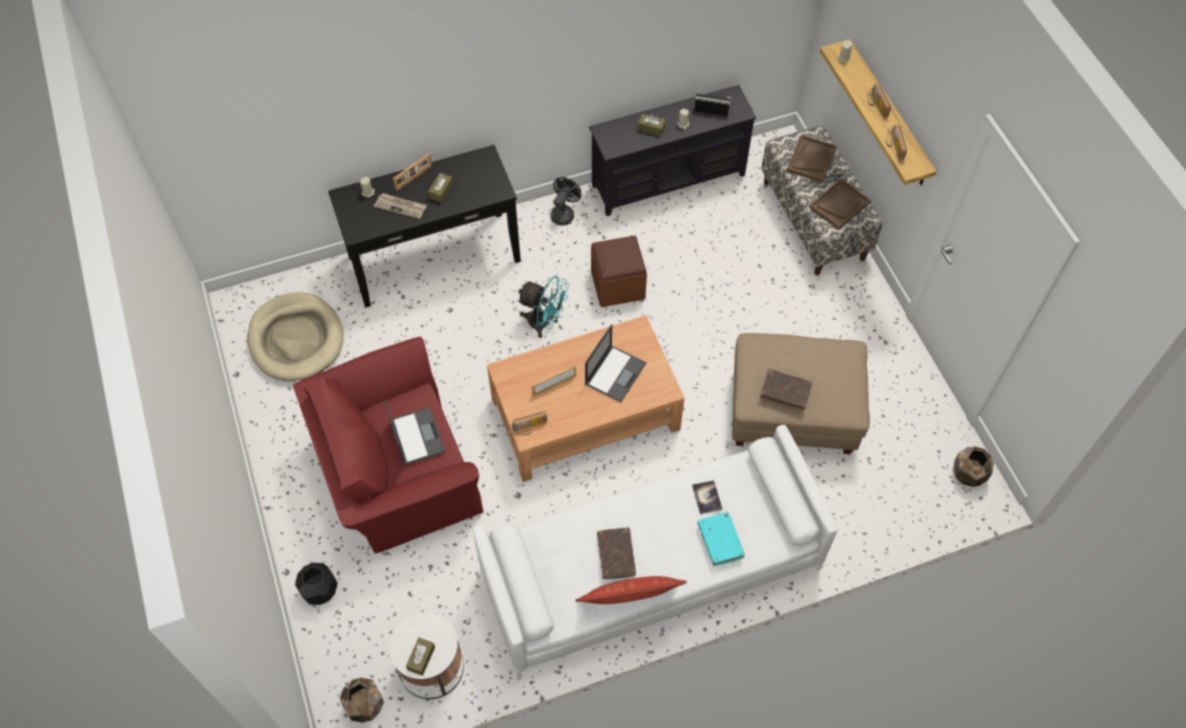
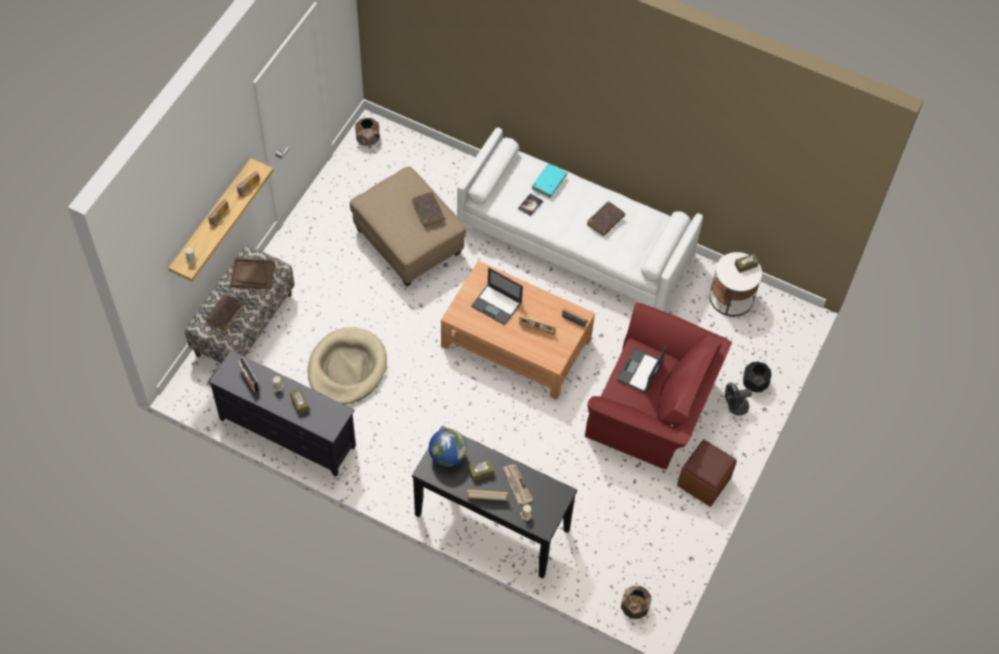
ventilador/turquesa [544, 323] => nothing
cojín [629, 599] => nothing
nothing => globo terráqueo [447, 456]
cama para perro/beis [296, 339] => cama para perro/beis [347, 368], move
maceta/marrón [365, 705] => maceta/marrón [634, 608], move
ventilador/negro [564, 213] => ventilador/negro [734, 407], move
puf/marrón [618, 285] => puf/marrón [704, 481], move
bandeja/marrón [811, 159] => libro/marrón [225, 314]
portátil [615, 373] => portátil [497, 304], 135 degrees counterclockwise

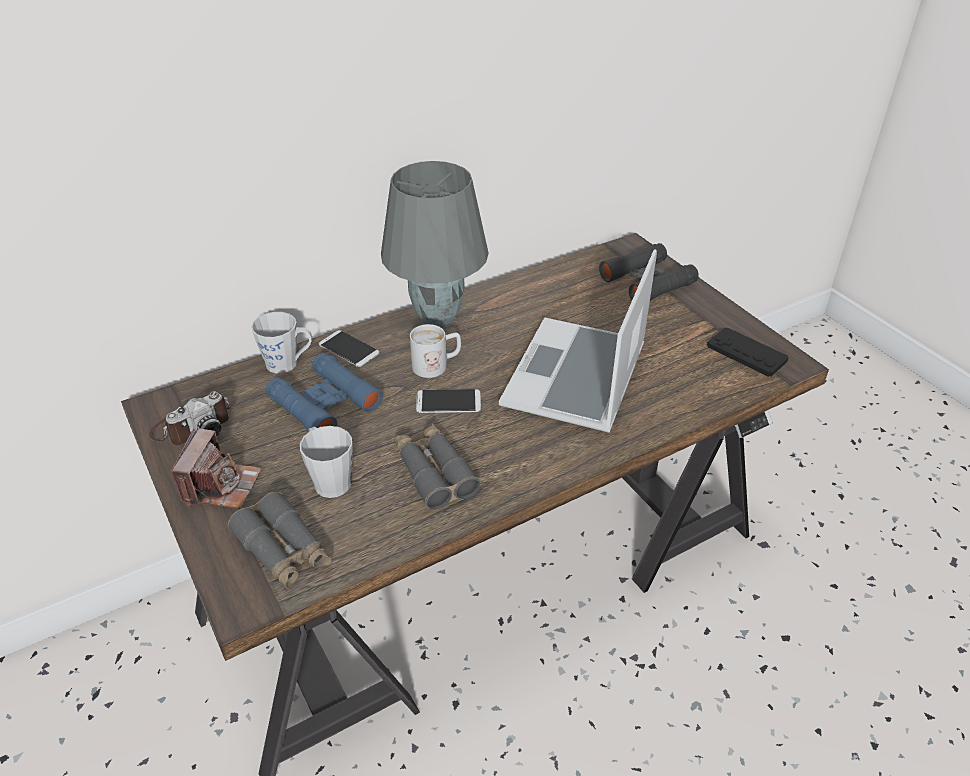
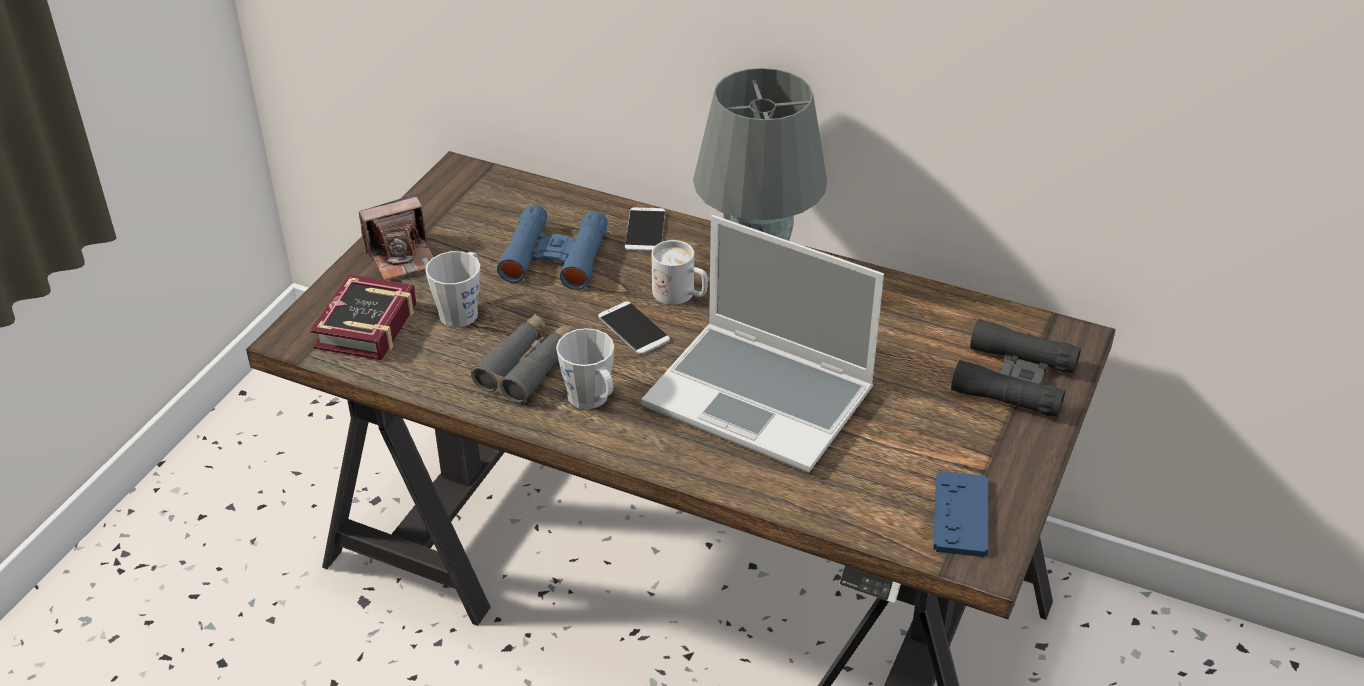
cámara [192, 426] => nothing
taza grande/gris [288, 363] => taza grande/gris [592, 400], move
prismáticos/gris [283, 550] => libro [361, 328]
mando de consola/negro [746, 353] => mando de consola/azul [960, 515]
portátil [576, 379] => portátil [762, 398], 135 degrees counterclockwise

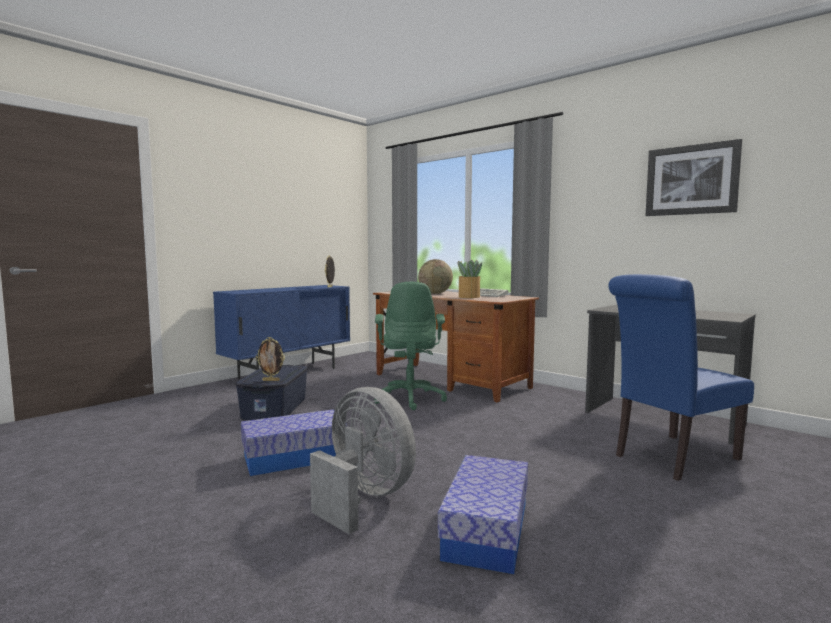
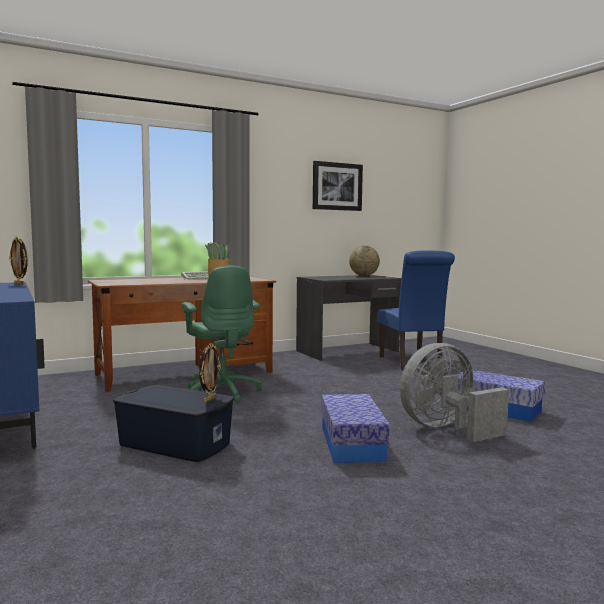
globo terráqueo [435, 293] => globo terráqueo [364, 276], move
silla de oficina/verde [410, 398] => silla de oficina/verde [222, 392], 45 degrees clockwise

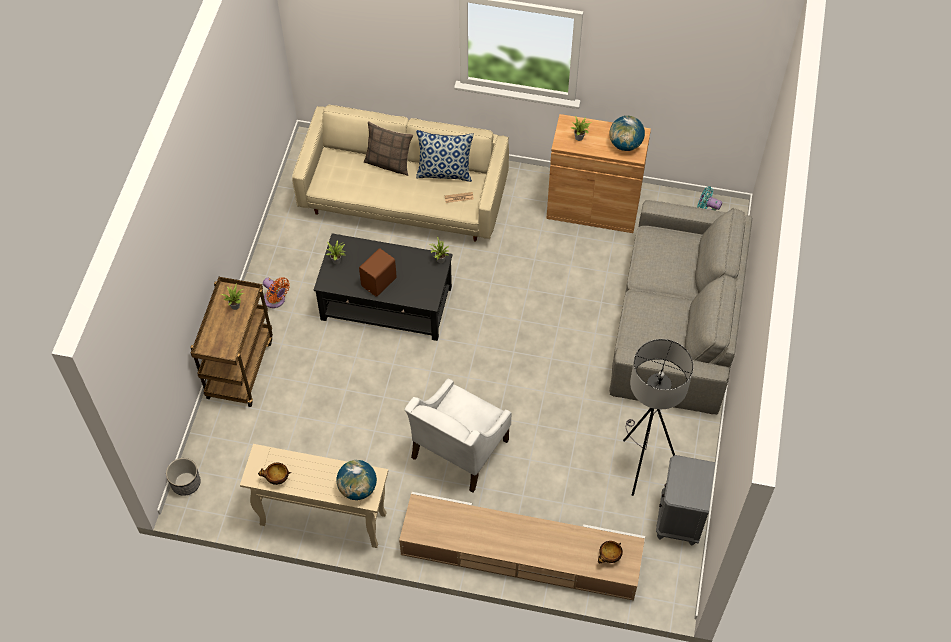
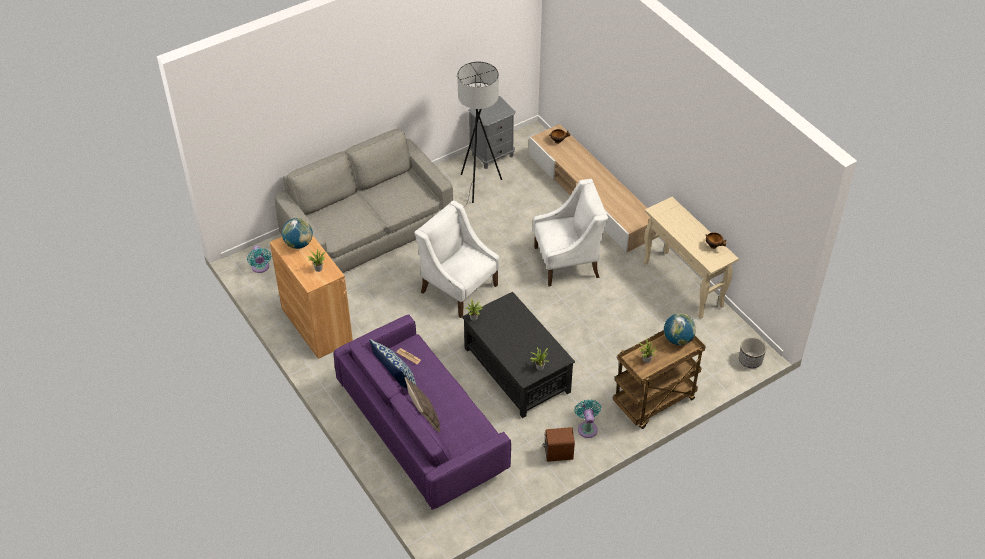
nothing => sillón/blanco [458, 288]
globo terráqueo [358, 488] => globo terráqueo [678, 339], move
altavoz/marrón [380, 282] => altavoz/marrón [558, 453], move
ventilador/naranja [276, 300] => ventilador/turquesa [587, 427]
sofá/beis [404, 197] => sofá/morado [422, 430]

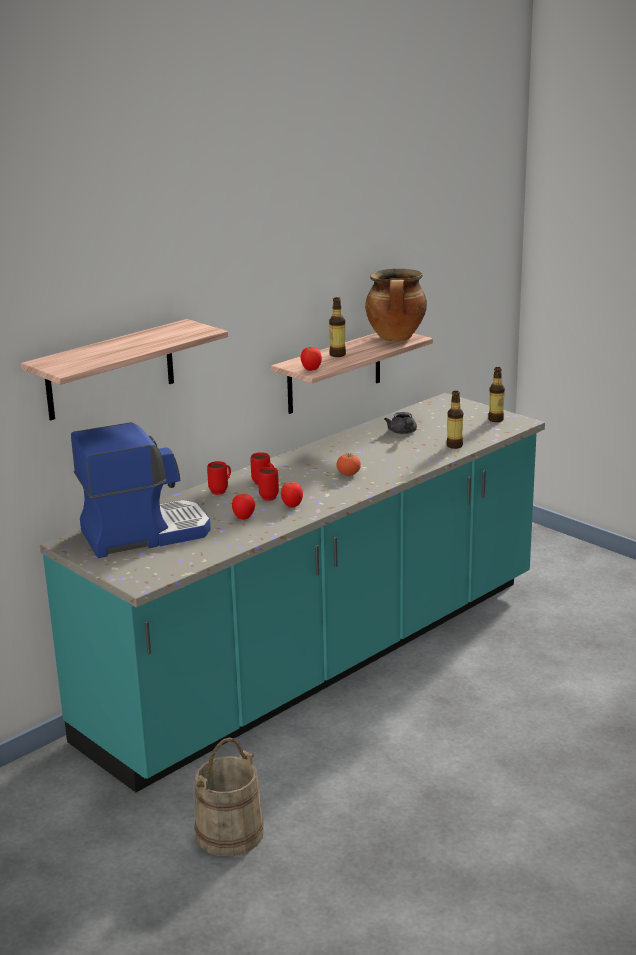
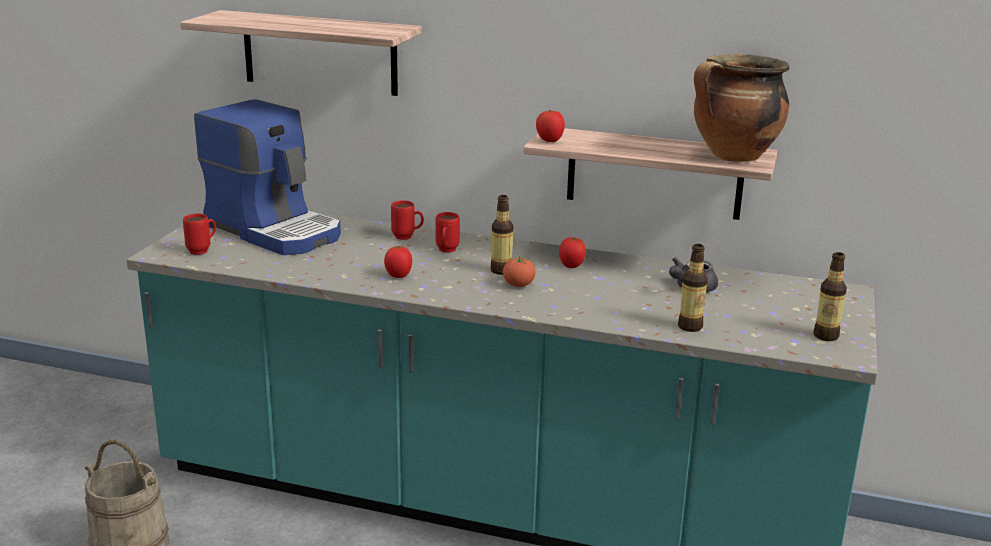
tomate [243, 518] => tomate [571, 266], move
taza grande/rojo [267, 496] => taza grande/rojo [203, 250], move
botella [337, 355] => botella [501, 270], move

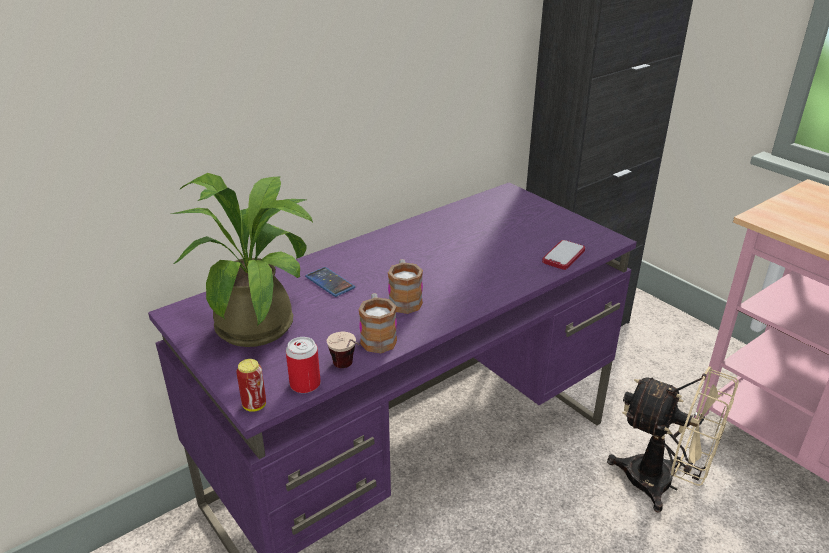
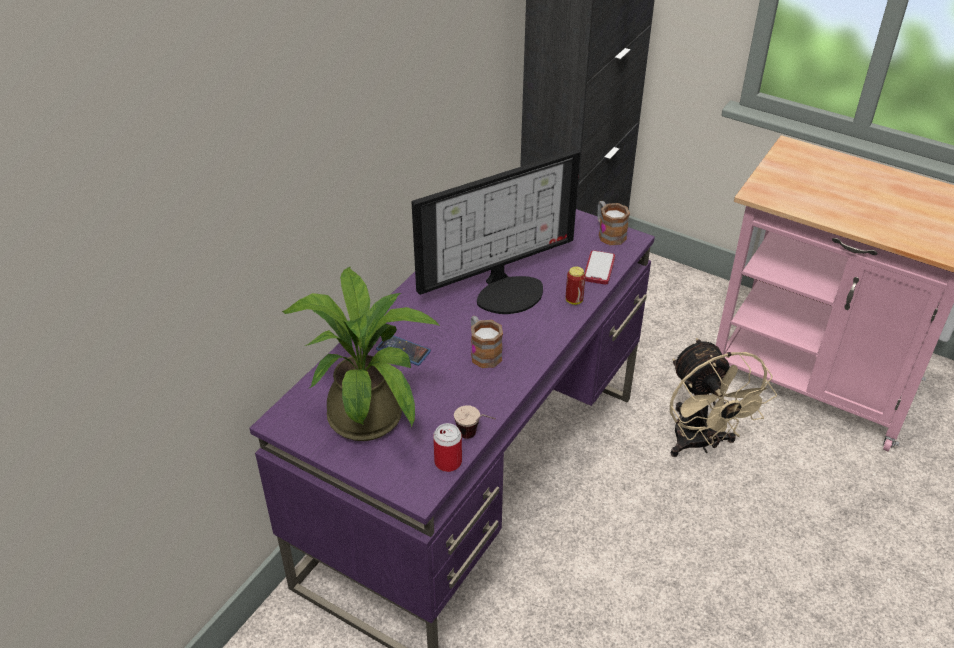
nothing => monitor [507, 290]
lata [254, 405] => lata [574, 300], move
taza grande [377, 337] => taza grande [608, 233], move
ventilador/beis [662, 484] => ventilador/beis [700, 443], 60 degrees clockwise

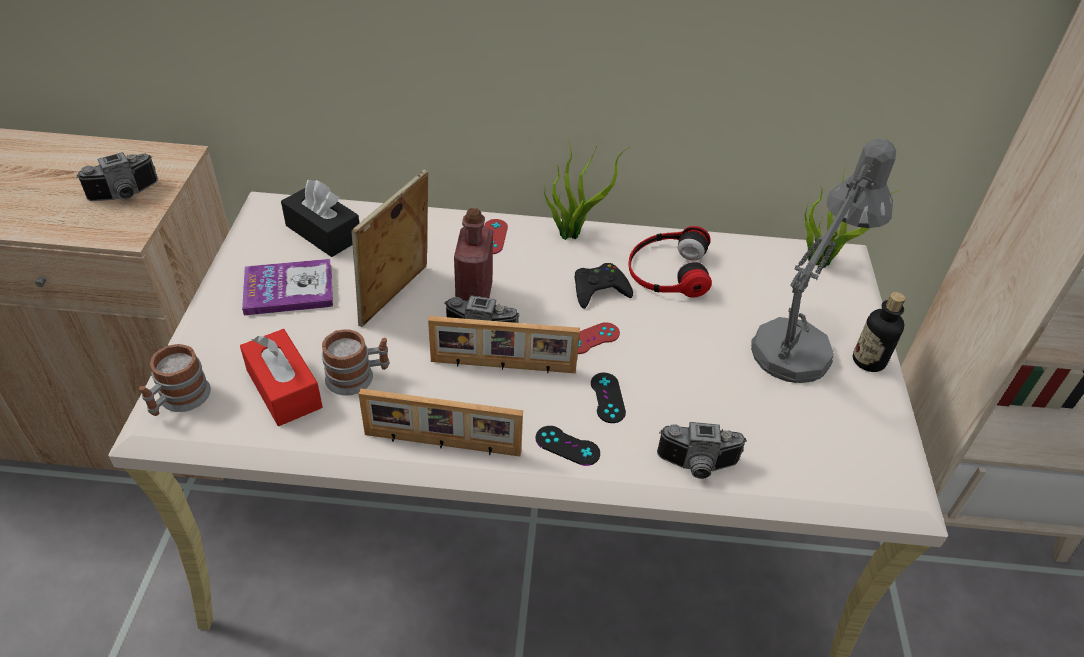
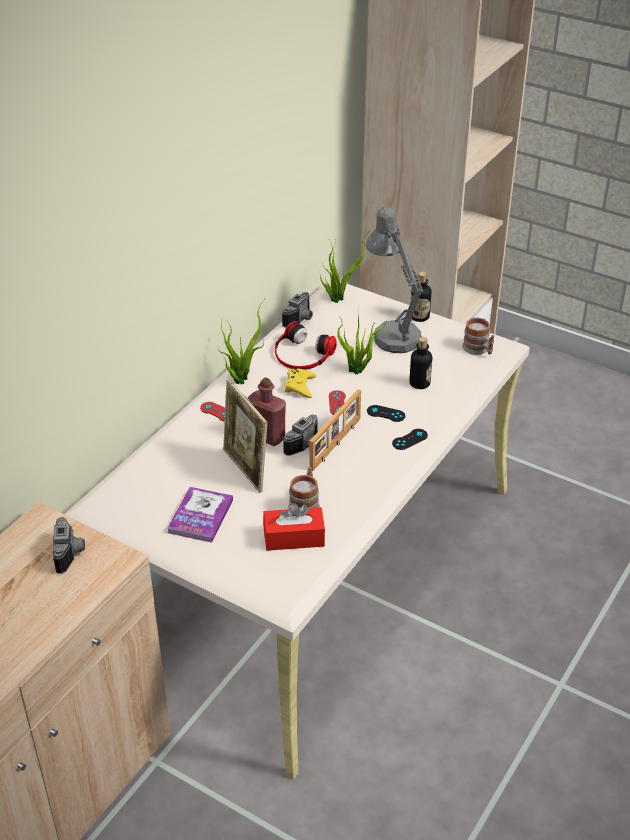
caja de pañuelos/negro [323, 232] => nothing
portarretratos [442, 445] => nothing
nothing => planta en maceta [358, 370]
nothing => botella [419, 383]
taza grande [179, 400] => taza grande [478, 349], move
cámara [697, 467] => cámara [301, 319], move
mando de consola/negro [599, 290] => mando de consola/amarillo [300, 386]

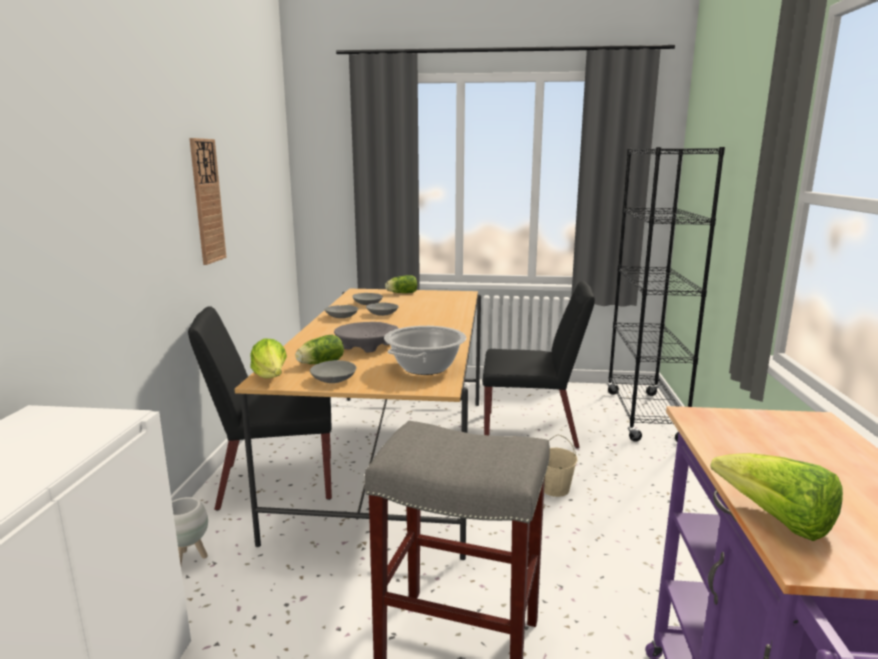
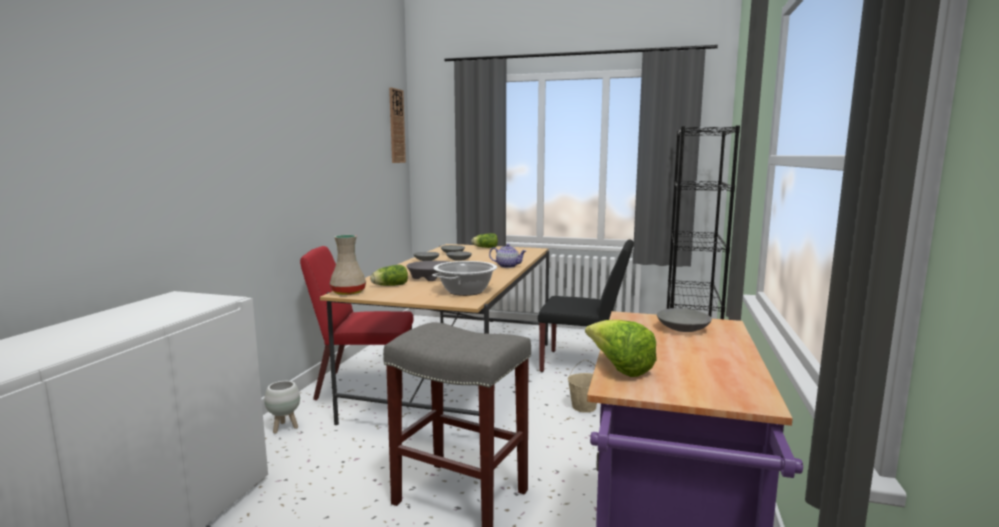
nothing => tetera [508, 266]
reloj de pared [207, 201] => reloj de pared [396, 126], move
cuenco/gris [333, 380] => cuenco/gris [683, 329], move
lechuga [271, 378] => florero/beis [349, 292]
silla/negro [275, 482] => silla/rojo [364, 385]

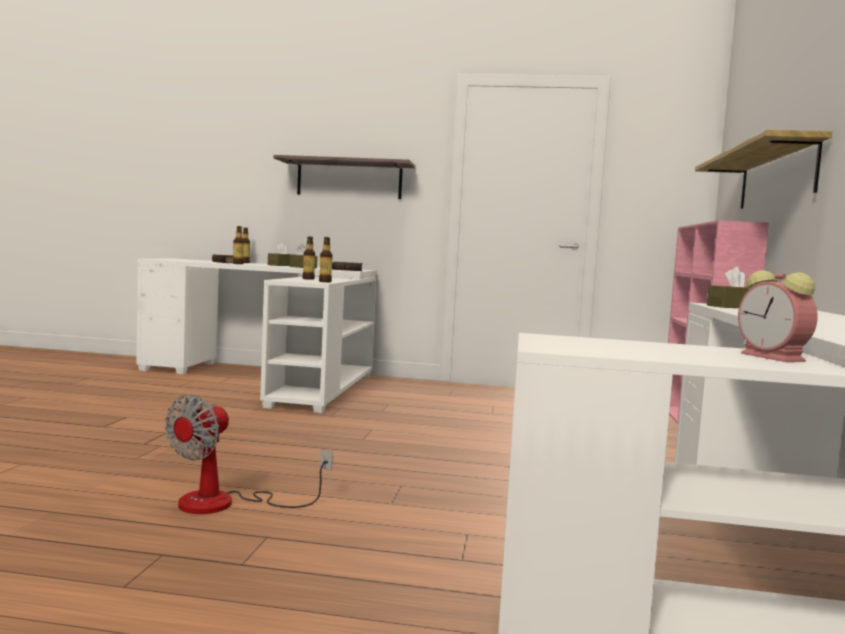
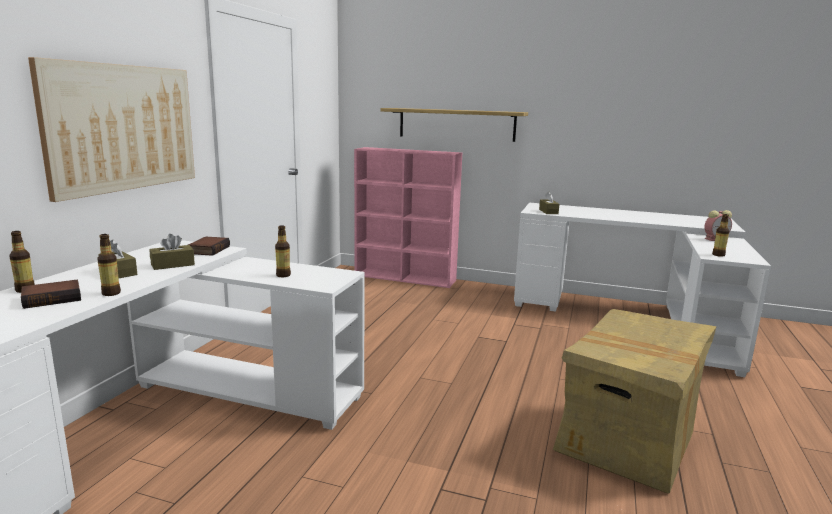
botella [325, 282] => botella [718, 255], move
ventilador [226, 503] => caja de cartón [626, 442]
estante [349, 179] => cuadro [123, 128]

